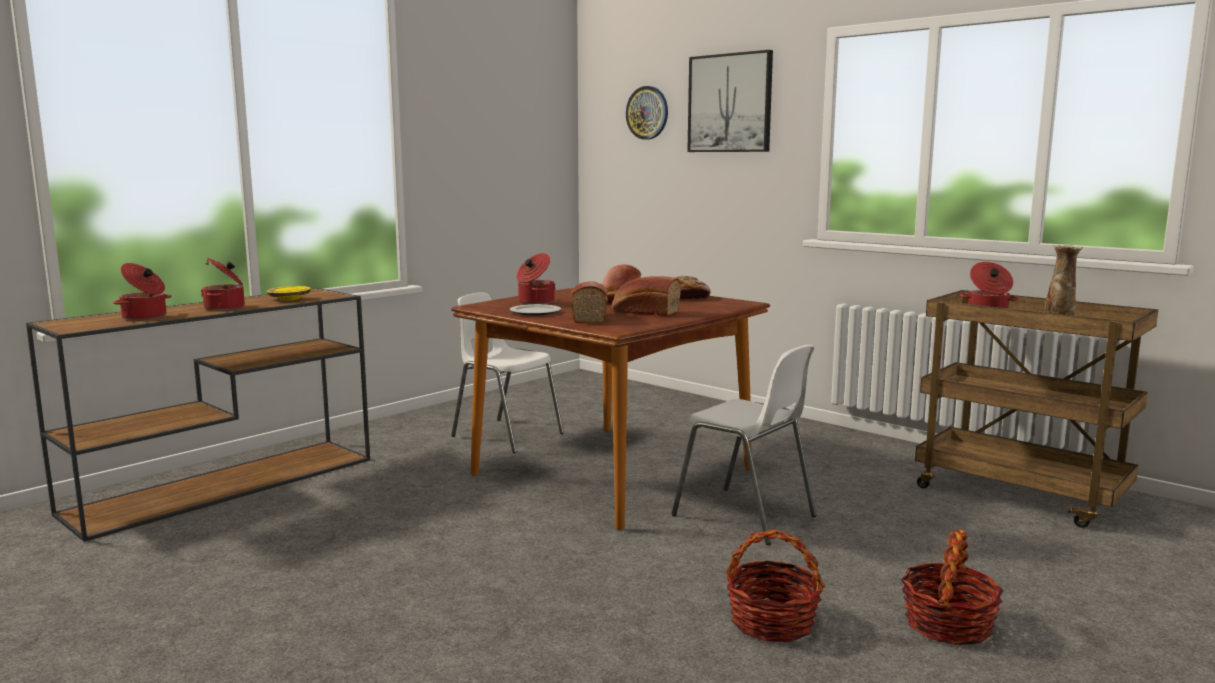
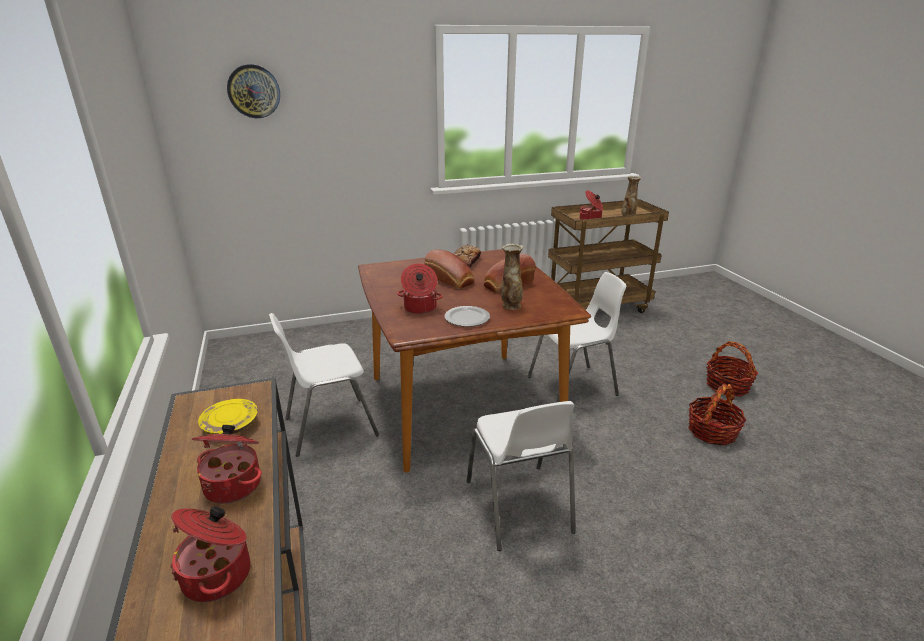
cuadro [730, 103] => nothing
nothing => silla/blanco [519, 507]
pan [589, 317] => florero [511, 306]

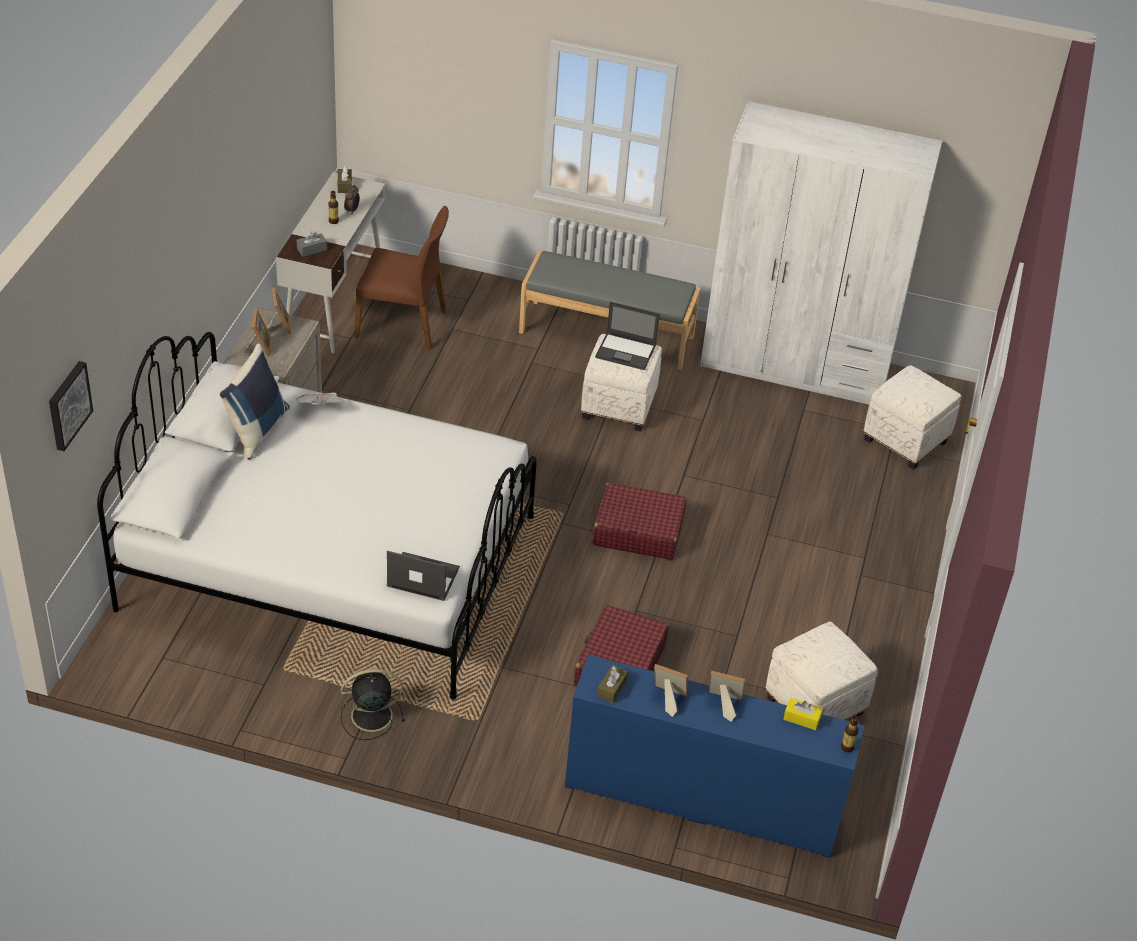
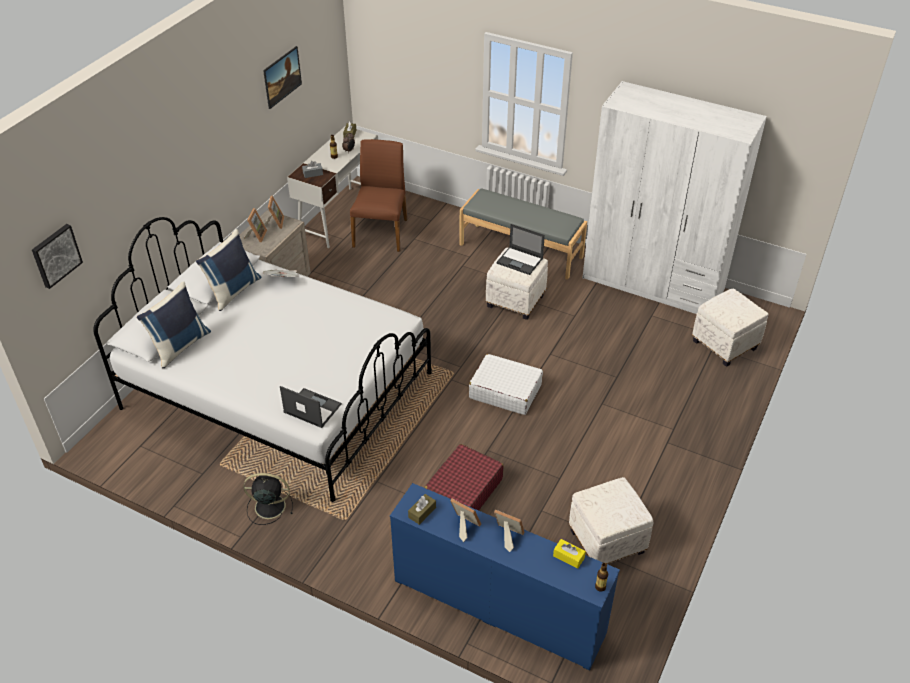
nothing => cojín/azul [180, 345]
nothing => cuadro [283, 86]
maleta/rojo [637, 531] => maleta/blanco [505, 391]
silla/marrón [402, 323] => silla/marrón [381, 232], 105 degrees counterclockwise

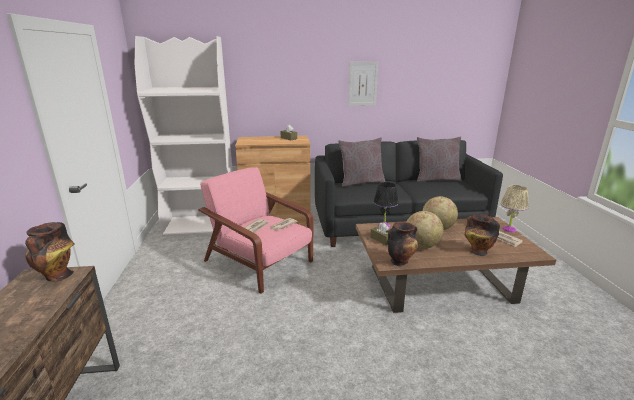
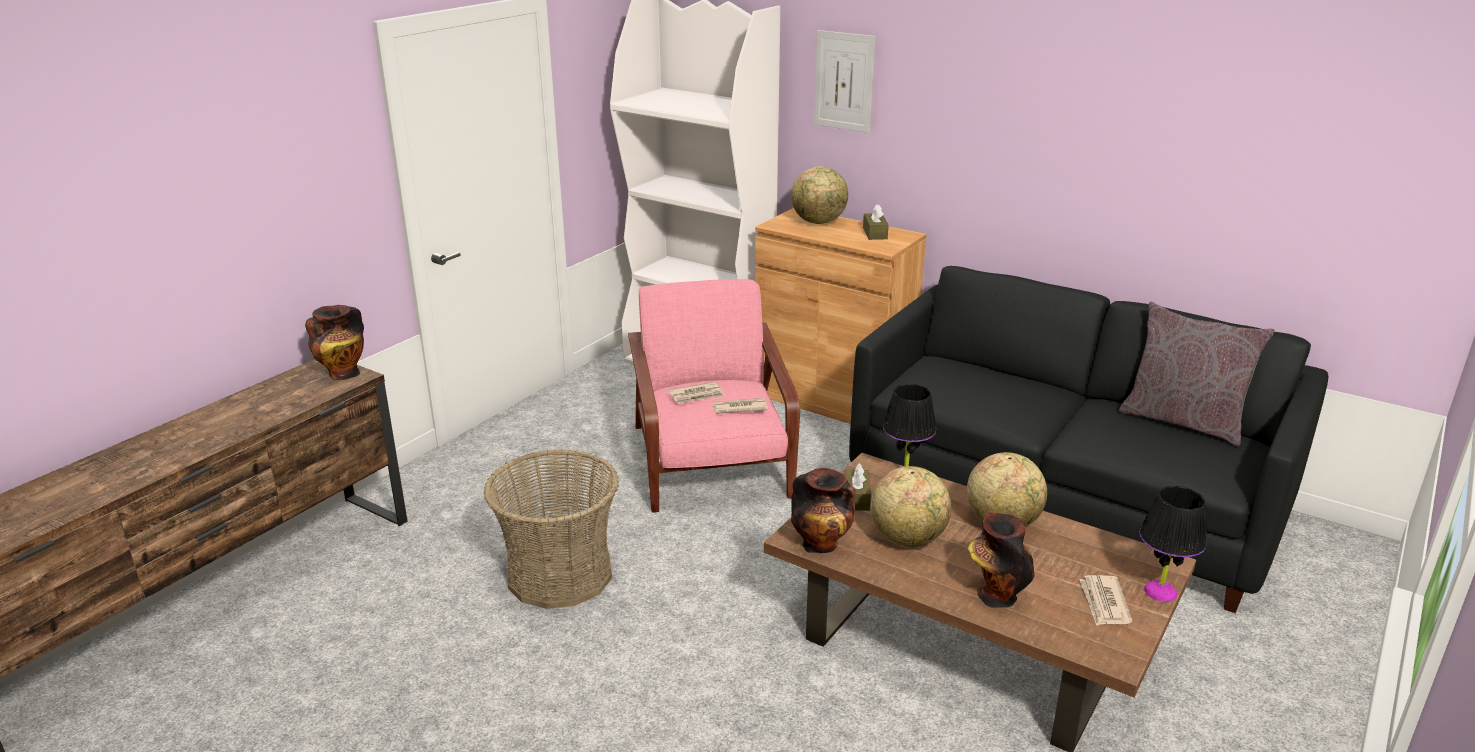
cojín/gris [361, 182] => nothing
nothing => cesta [560, 574]
nothing => globo terráqueo [819, 222]
cuadro [362, 84] => cuadro [844, 81], move
lámpara de mesa/beis [508, 229] => lámpara de mesa/negro [1160, 591]

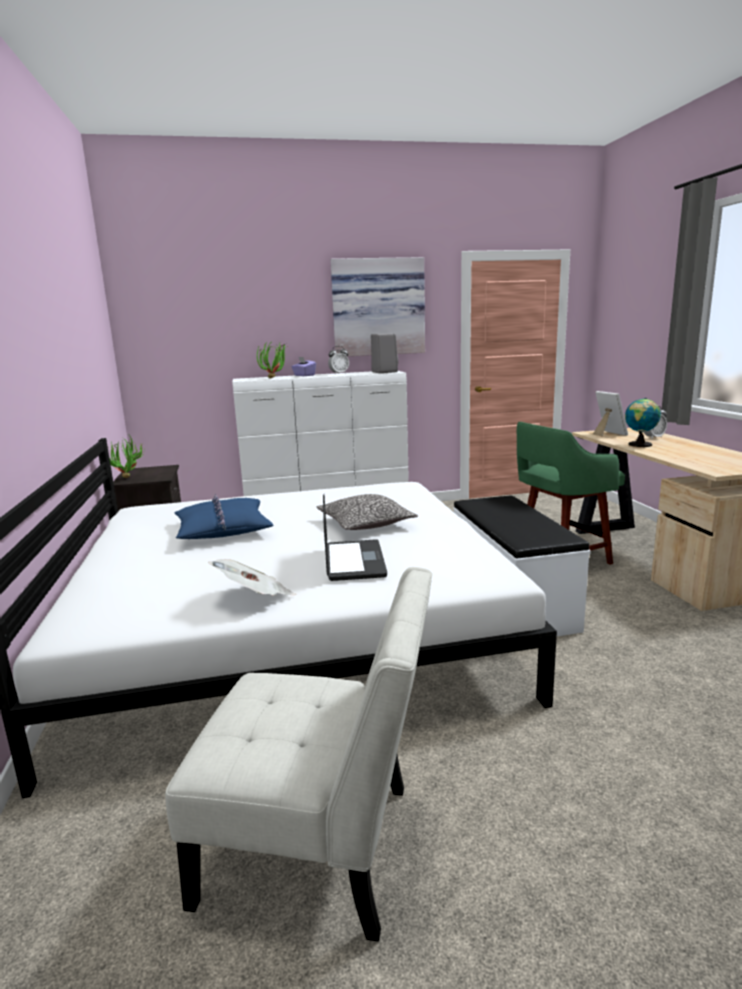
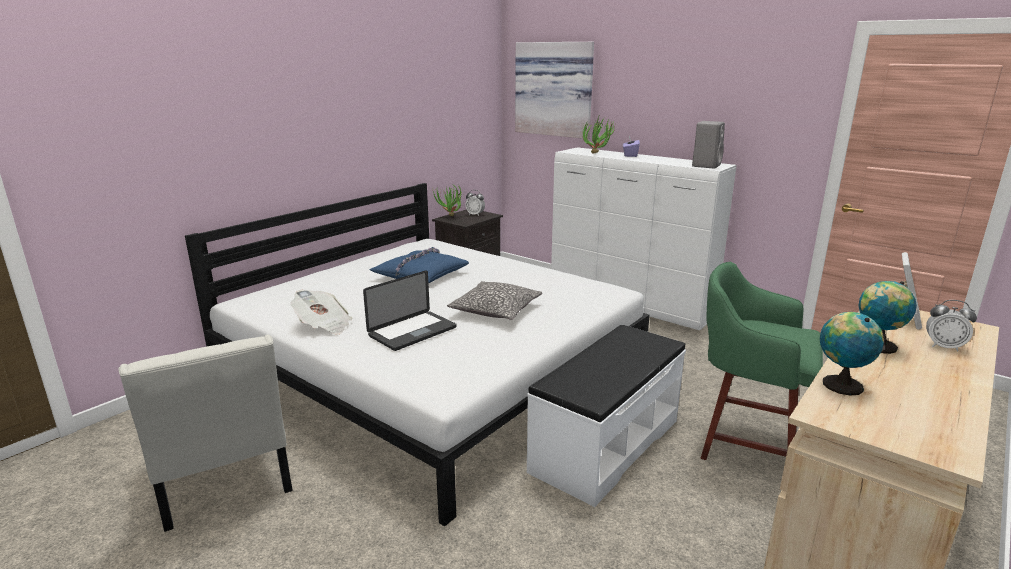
nothing => globo terráqueo [839, 384]
despertador [339, 373] => despertador [475, 215], move
cuadro [378, 307] => cuadro [555, 89], move

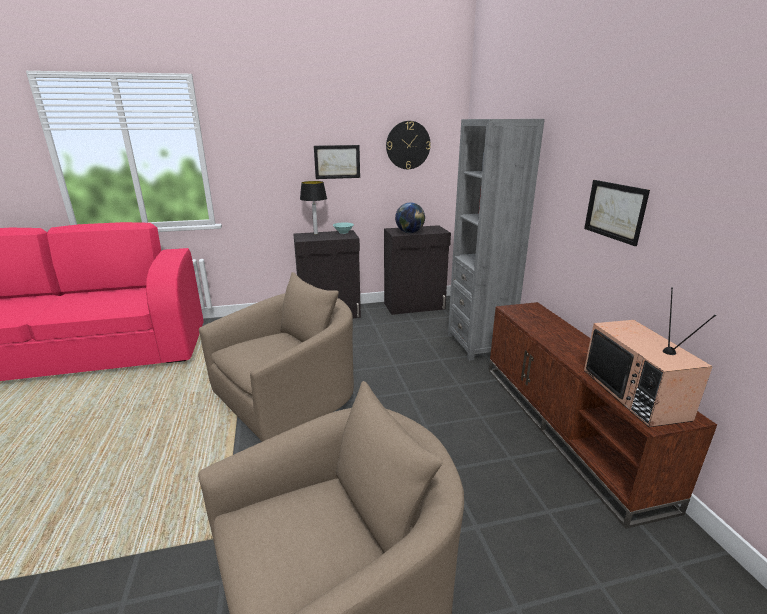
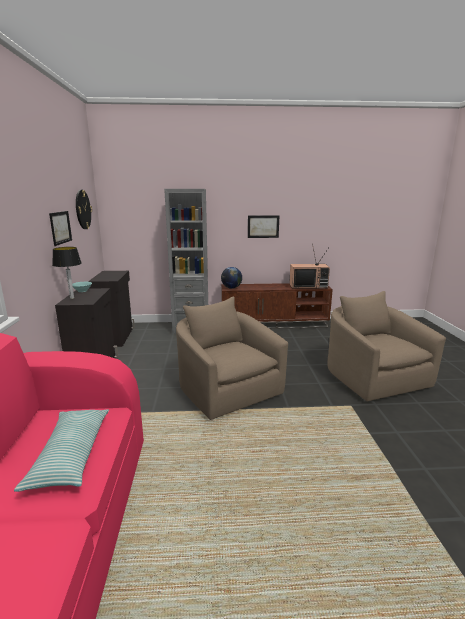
nothing => cojín [70, 455]
globo terráqueo [409, 232] => globo terráqueo [231, 288], move

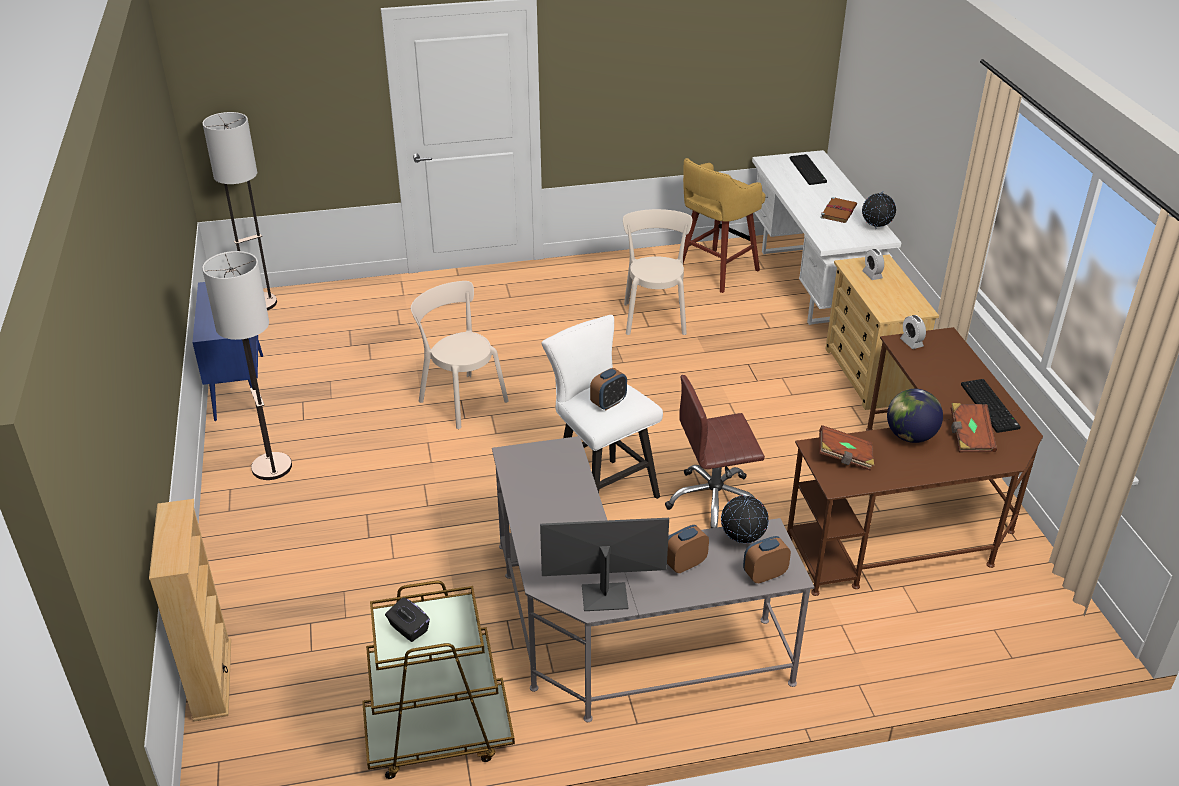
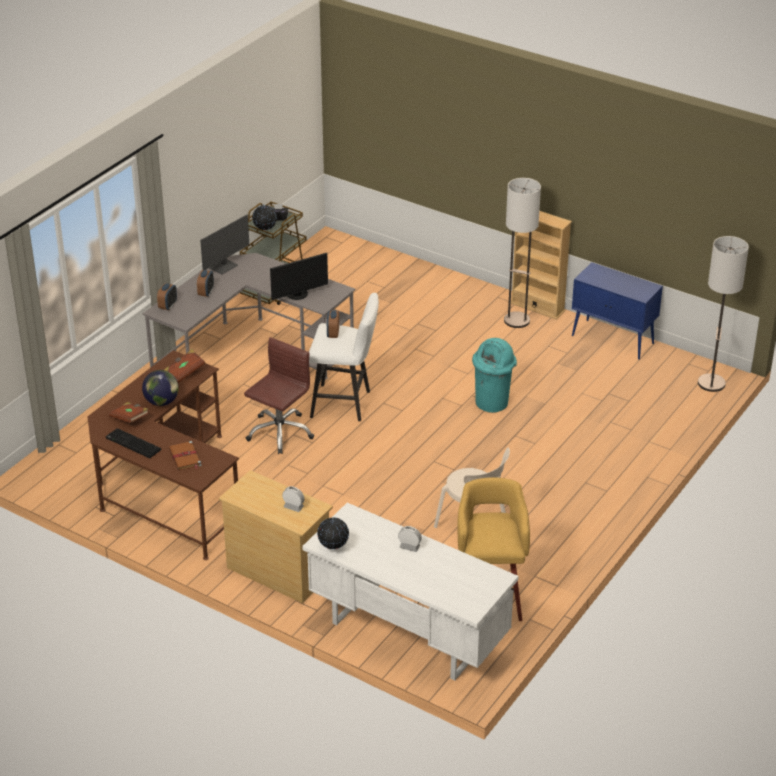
teclado [809, 171] => nothing
nothing => monitor [298, 295]
estantería/beis [212, 679] => estantería/beis [537, 307], move
globo terráqueo [742, 541] => globo terráqueo [265, 231], move
libro/marrón [838, 211] => libro/marrón [185, 457], move
despertador [911, 343] => despertador [409, 547], move
silla/beis [461, 399] => papelera/turquesa [492, 403]

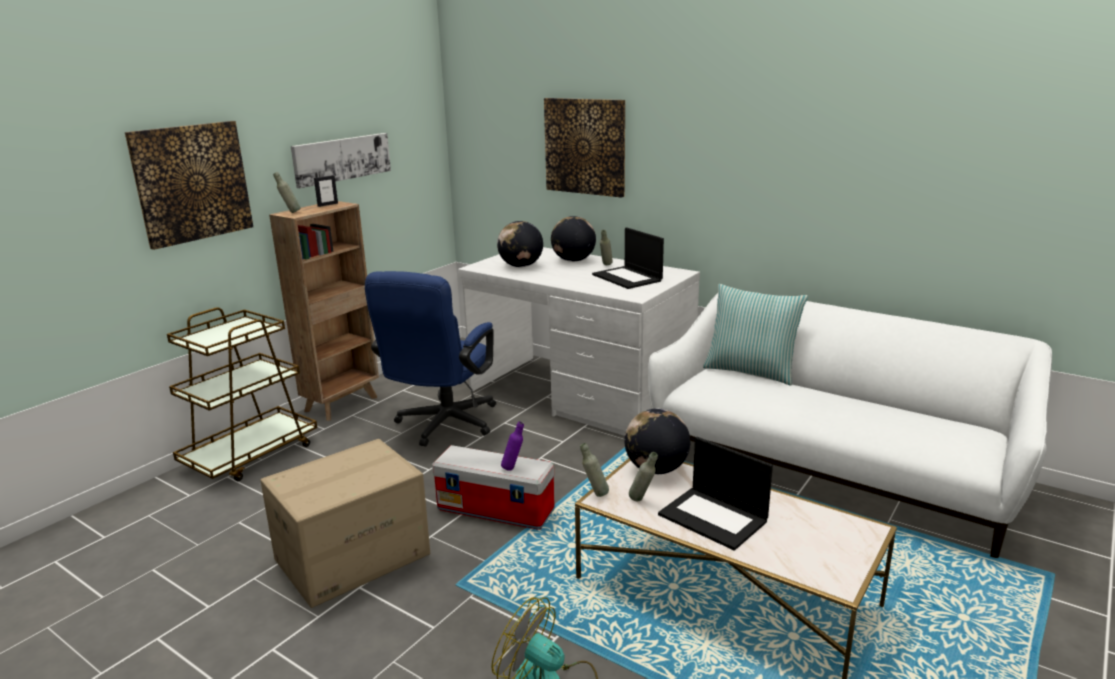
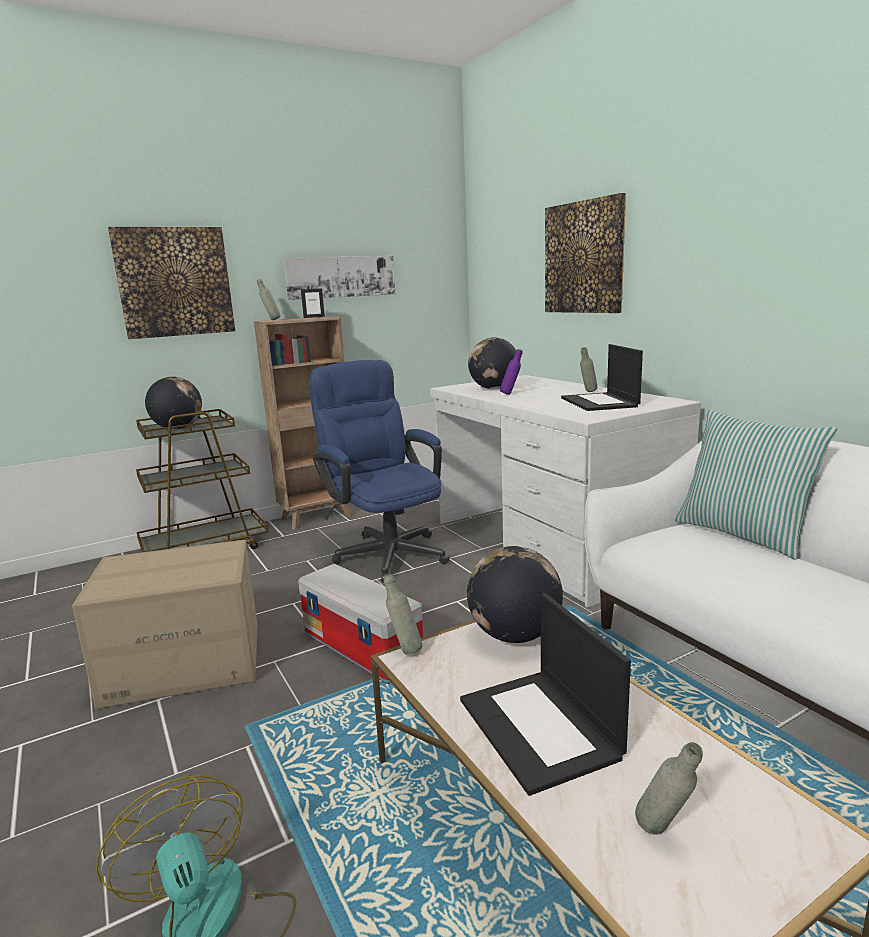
botella/morado [513, 468] => botella/morado [511, 394], move
globo terráqueo [573, 260] => globo terráqueo [178, 428], move
botella/gris [642, 500] => botella/gris [664, 835], move
silla de oficina/azul [442, 426] => silla de oficina/azul [386, 551], 105 degrees clockwise

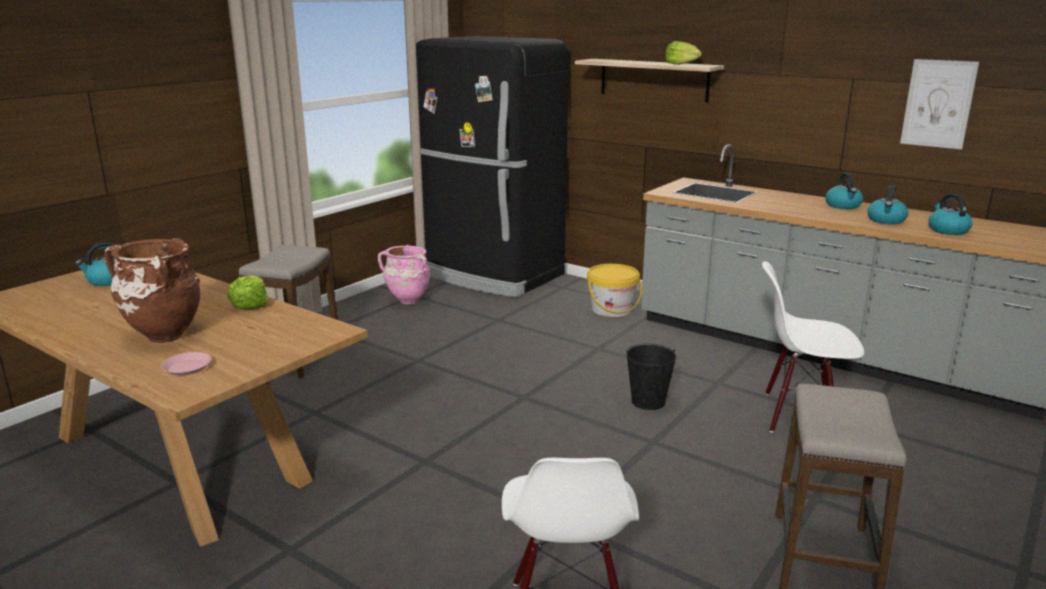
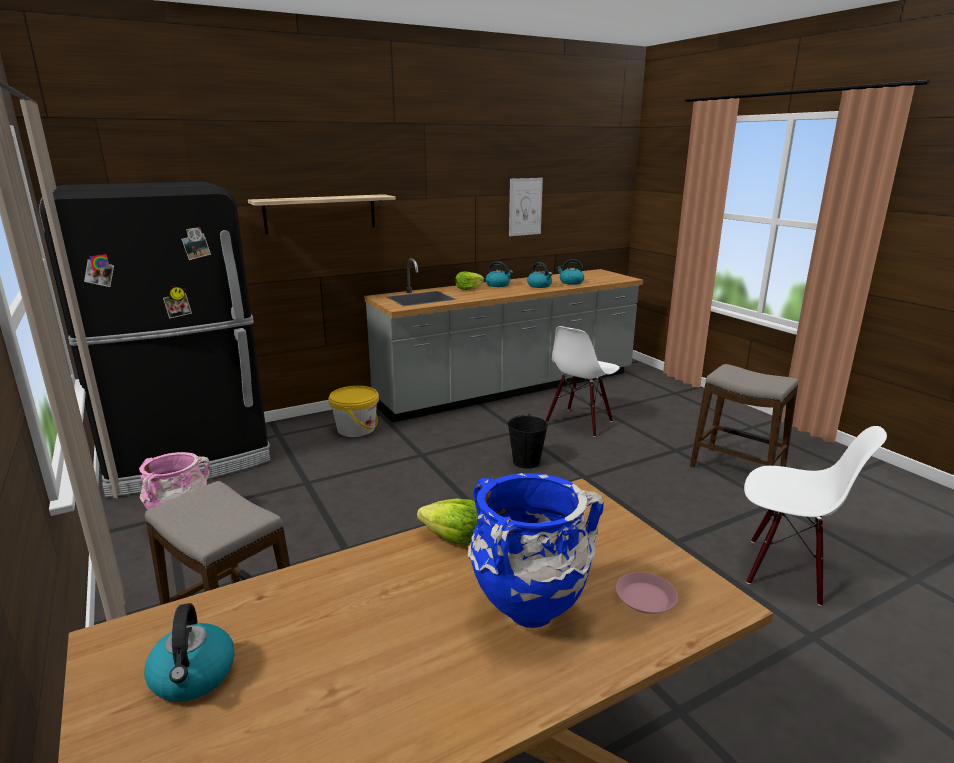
lechuga [681, 64] => lechuga [468, 288], move
florero/marrón [164, 336] => florero/azul [527, 614]

